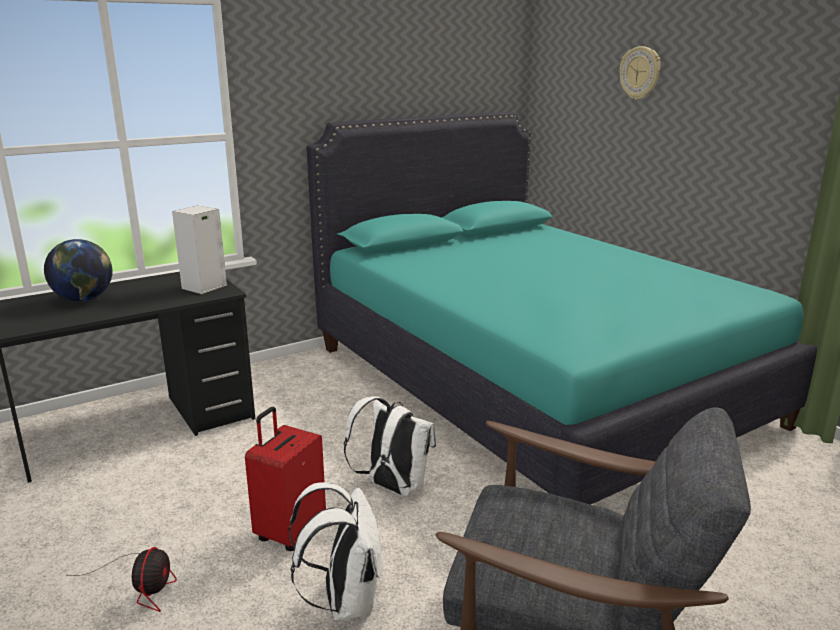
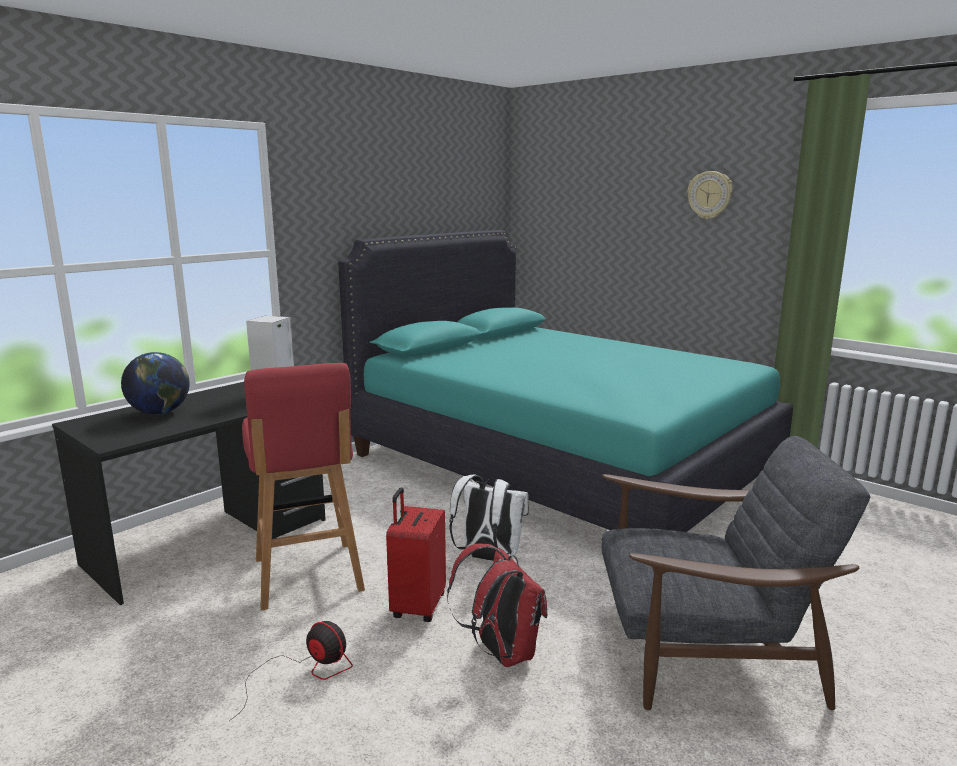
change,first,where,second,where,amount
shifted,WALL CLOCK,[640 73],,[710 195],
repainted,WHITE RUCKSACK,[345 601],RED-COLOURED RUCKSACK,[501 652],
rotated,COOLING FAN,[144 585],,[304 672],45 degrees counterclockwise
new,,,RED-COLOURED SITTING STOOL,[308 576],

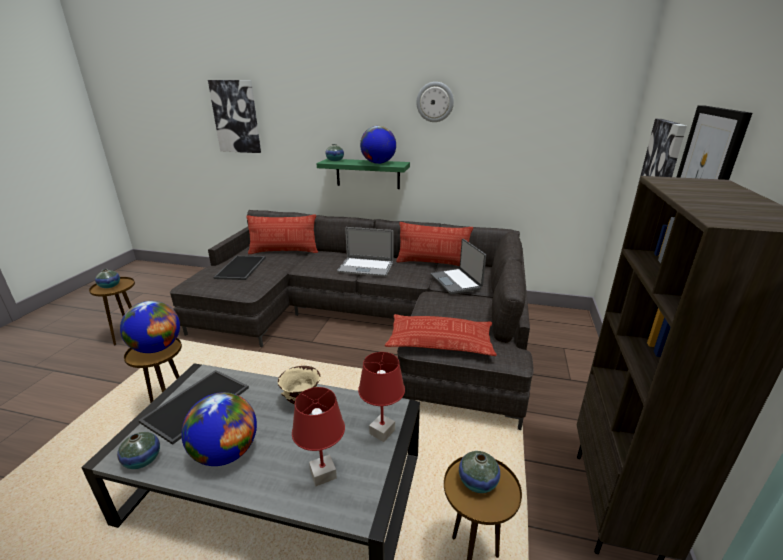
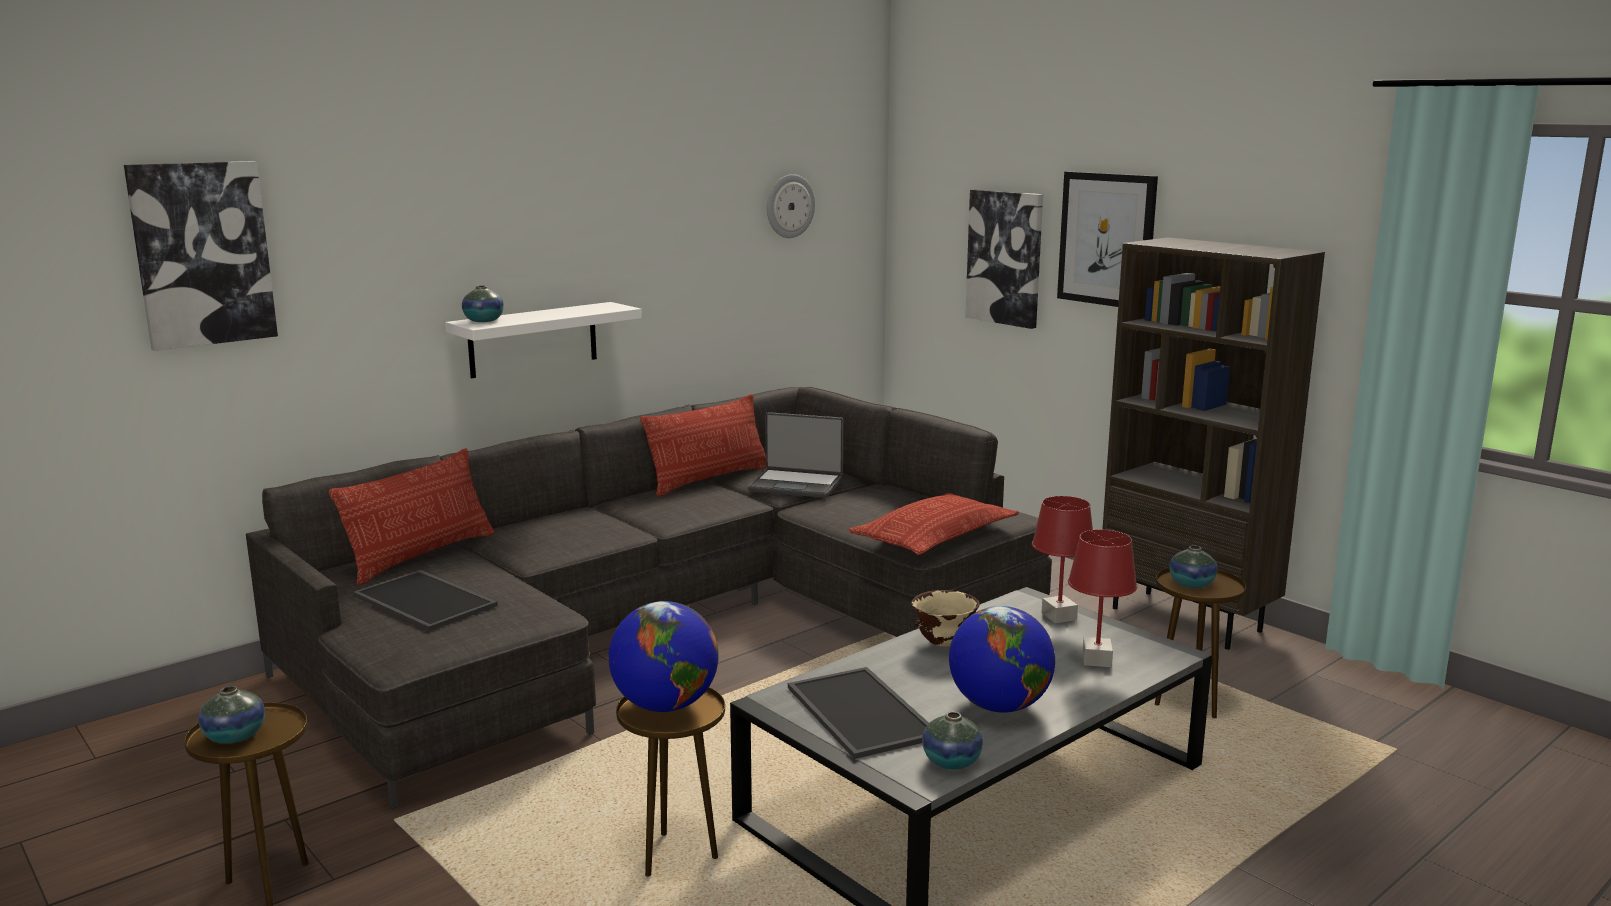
change,first,where,second,where,amount
shifted,WALL CLOCK,[435 102],,[789 206],
gone,DESK GLOBE,[378 163],,,
repainted,GREENISH BRACKET SHELF,[367 173],WHITE BRACKET SHELF,[533 339],
gone,LAPTOP,[365 267],,,

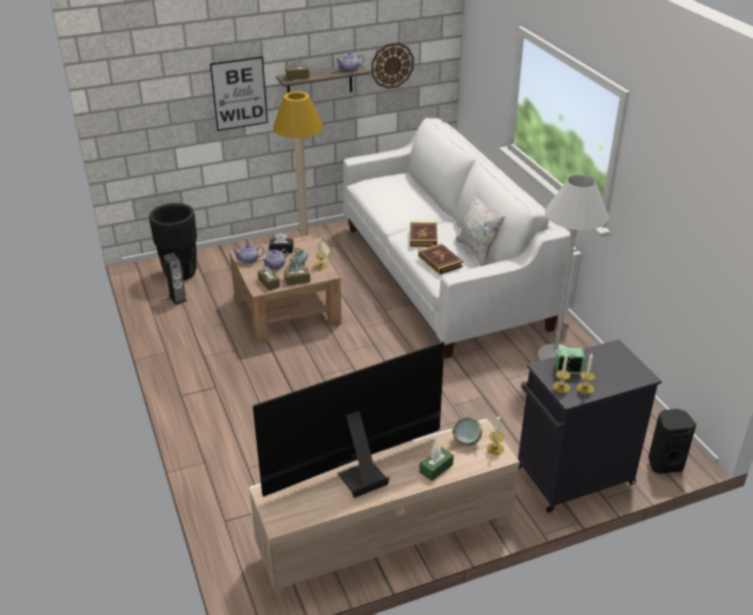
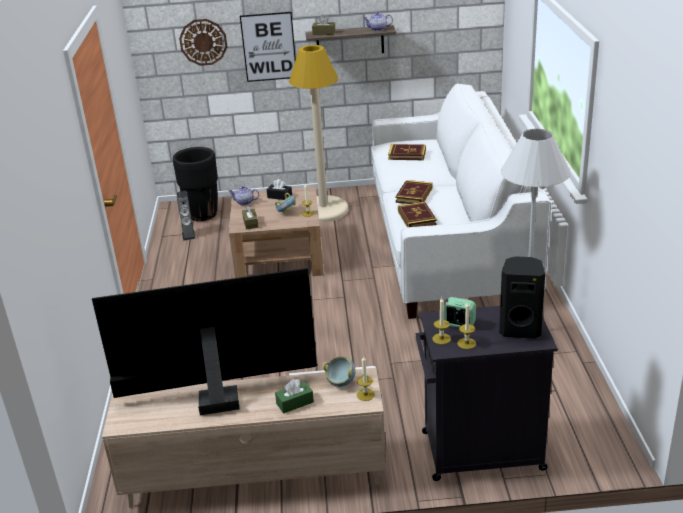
change,first,where,second,where,amount
shifted,WALL CLOCK,[392 65],,[203 42],
gone,WHITE THROW PILLOW,[477 252],,,
gone,TEA POT,[276 266],,,
gone,BROWN-COLOURED TISSUE HOLDER,[297 280],,,
shifted,BLACKISH LOUDSPEAKER,[664 463],,[520 329],
new,,,VOLUME,[407 154],

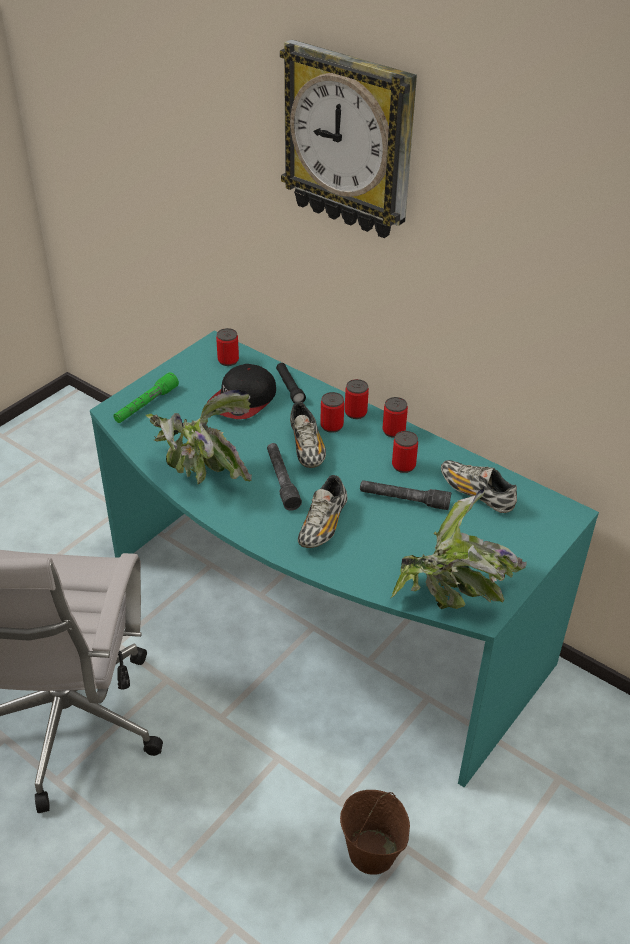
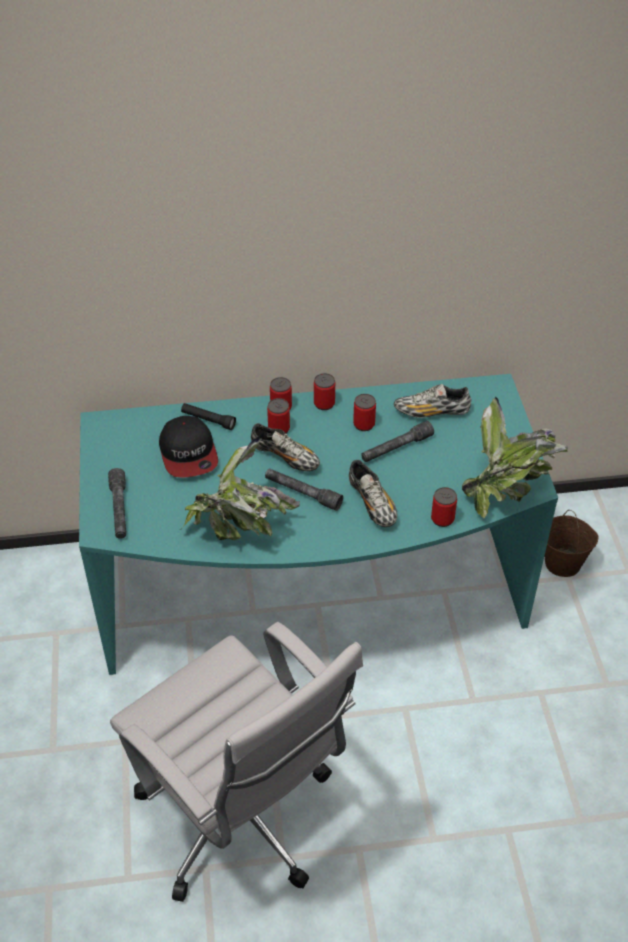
change,first,where,second,where,amount
gone,WALL CLOCK,[349 141],,,
shifted,METAL CAN,[228 360],,[442 519],
repainted,GREENISH TORCH,[146 405],GREY TORCH,[119 509],
shifted,BROWN-COLOURED PAIL,[372 853],,[563 563],

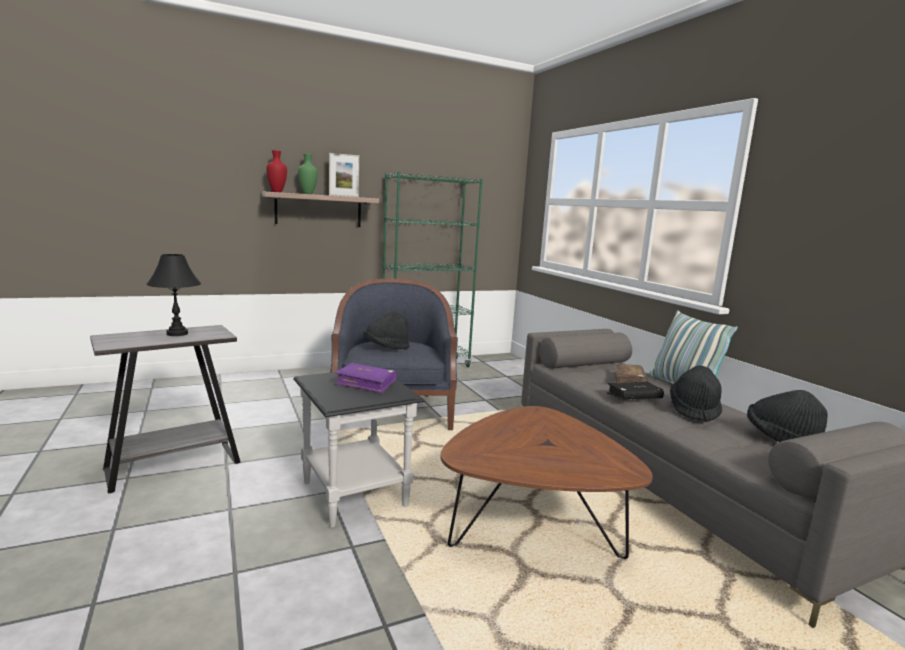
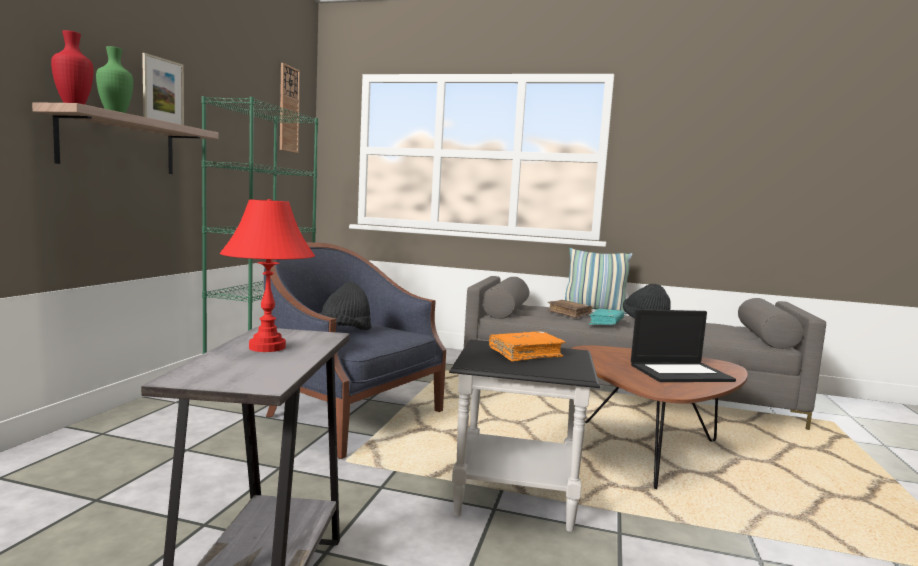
change,first,where,second,where,amount
repainted,BLACKISH TABLE LAMP,[177 333],RED-COLOURED TABLE LAMP,[267 347],
repainted,PURPLE VOLUME,[366 384],ORANGEY VOLUME,[525 354],
repainted,BLACKISH VOLUME,[634 398],BLUE-GREEN VOLUME,[605 323],
gone,BLACKISH CLOTHING HAT,[781 439],,,
new,,,WALL CLOCK,[288 109],
new,,,LAPTOP,[681 372],

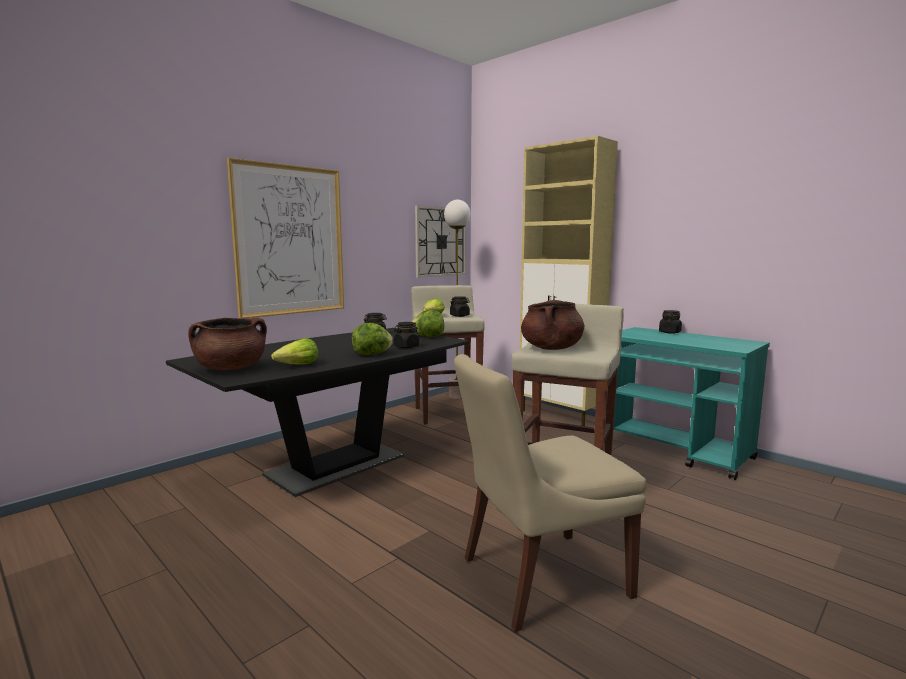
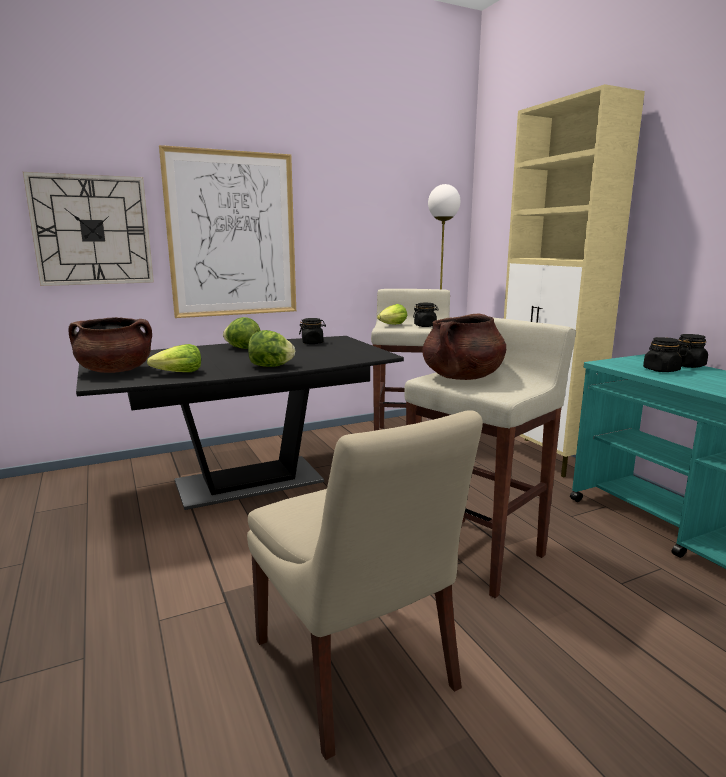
change,first,where,second,where,amount
shifted,WALL CLOCK,[440 242],,[92 230],
shifted,LETTUCE HEAD,[428 337],,[243 348],
shifted,BLACKISH JAR,[406 347],,[661 370],
rotated,BEIGE-COLOURED CHAIR,[539 578],,[357 669],120 degrees counterclockwise

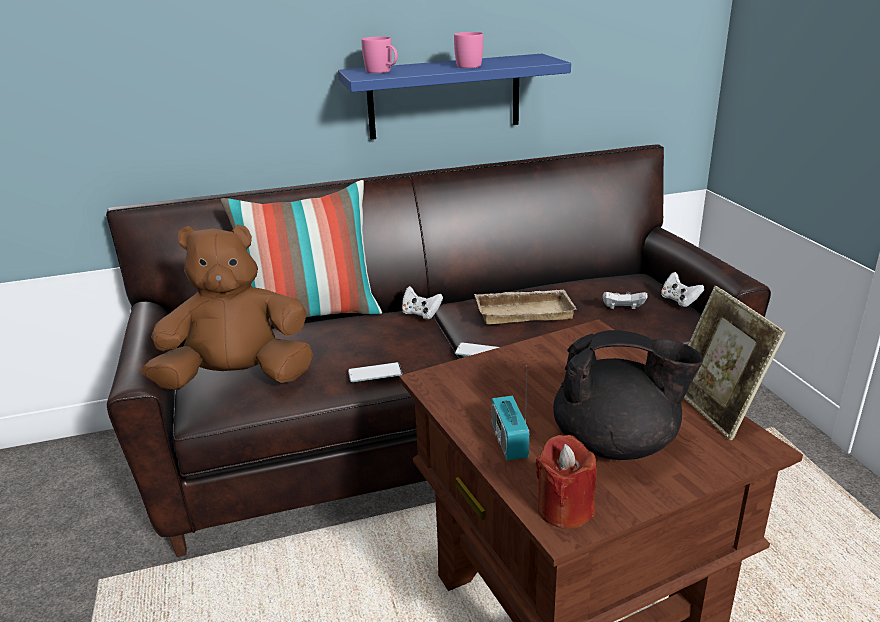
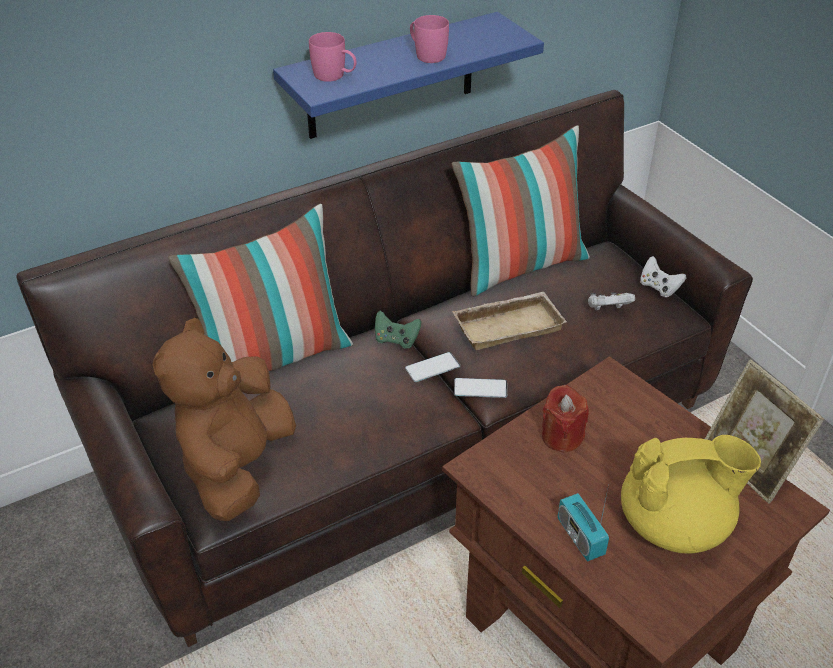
change,first,where,second,where,amount
rotated,BROWN-COLOURED CUDDLY TOY,[238 379],,[237 466],45 degrees counterclockwise
repainted,WHITE GAMEPAD,[421 314],GREENISH GAMEPAD,[396 340],
repainted,BLACKISH TEA POT,[616 444],YELLOW-COLOURED TEA POT,[675 524],
shifted,HANDSET,[375 373],,[432 367],
shifted,RED-COLOURED WAX CANDLE,[564 509],,[561 437],
new,,,THROW PILLOW,[520 266],

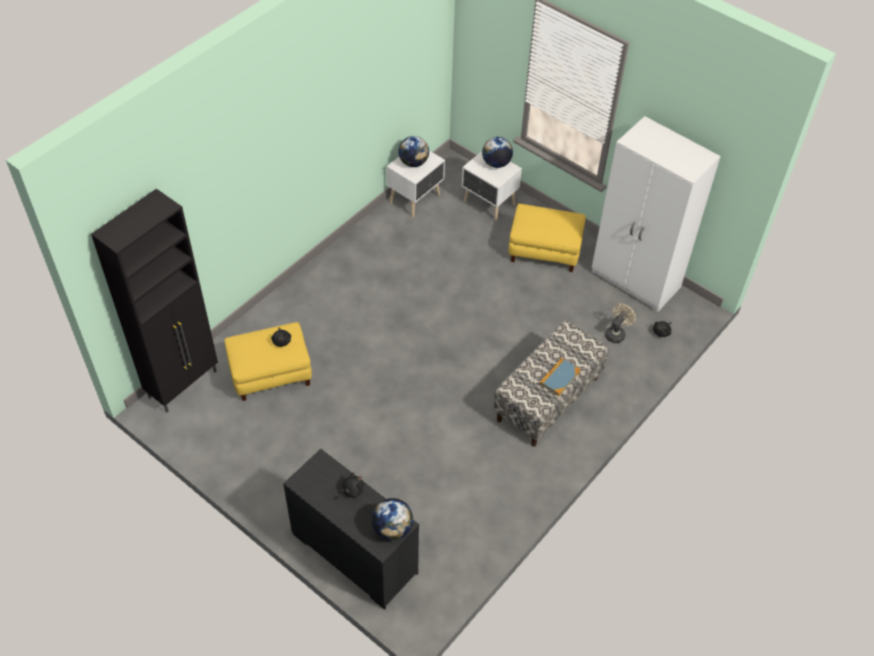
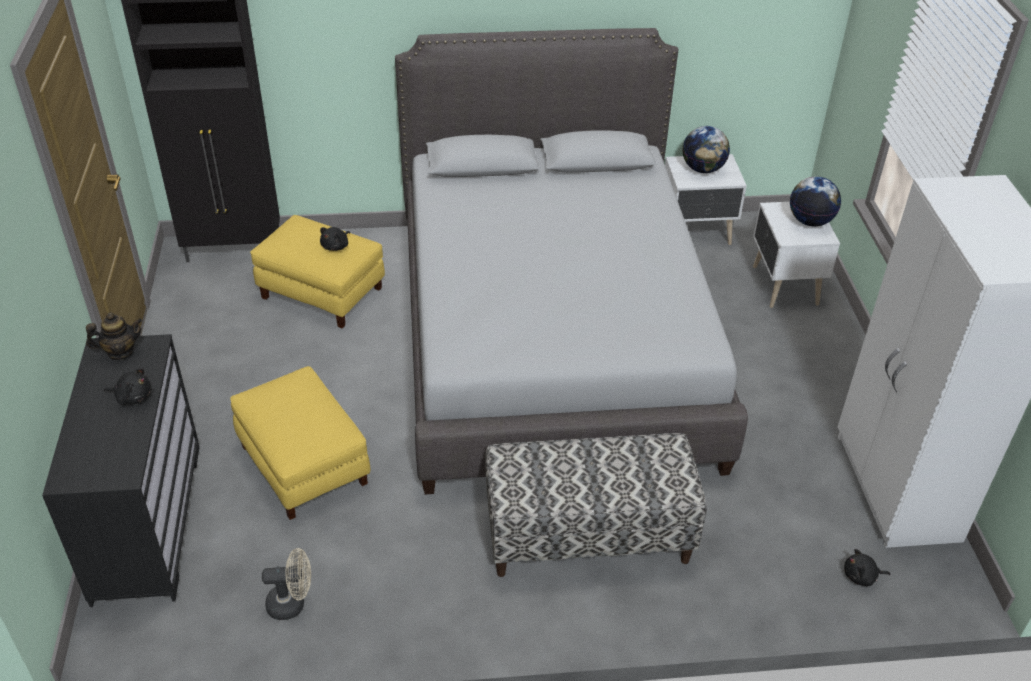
change,first,where,second,where,amount
shifted,YELLOW-COLOURED POUFFE,[545 249],,[305 464],
shifted,BEIGE-COLOURED COOLING FAN,[617 333],,[292 604],
gone,VOLUME,[559 378],,,
gone,DESK GLOBE,[392 529],,,
new,,,GREY BEDROOM BED,[552 339],
new,,,TEA POT,[120 352],

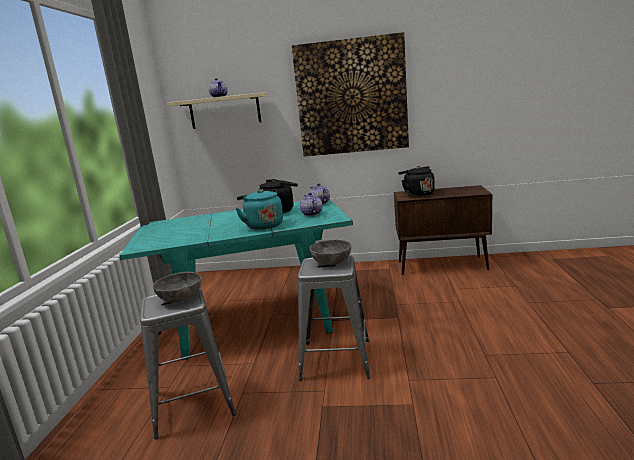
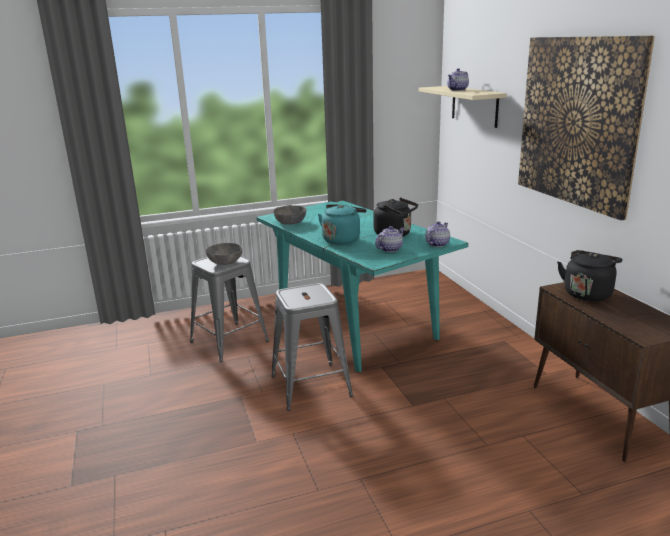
change,first,where,second,where,amount
shifted,GREY BOWL,[331 262],,[290 222],

